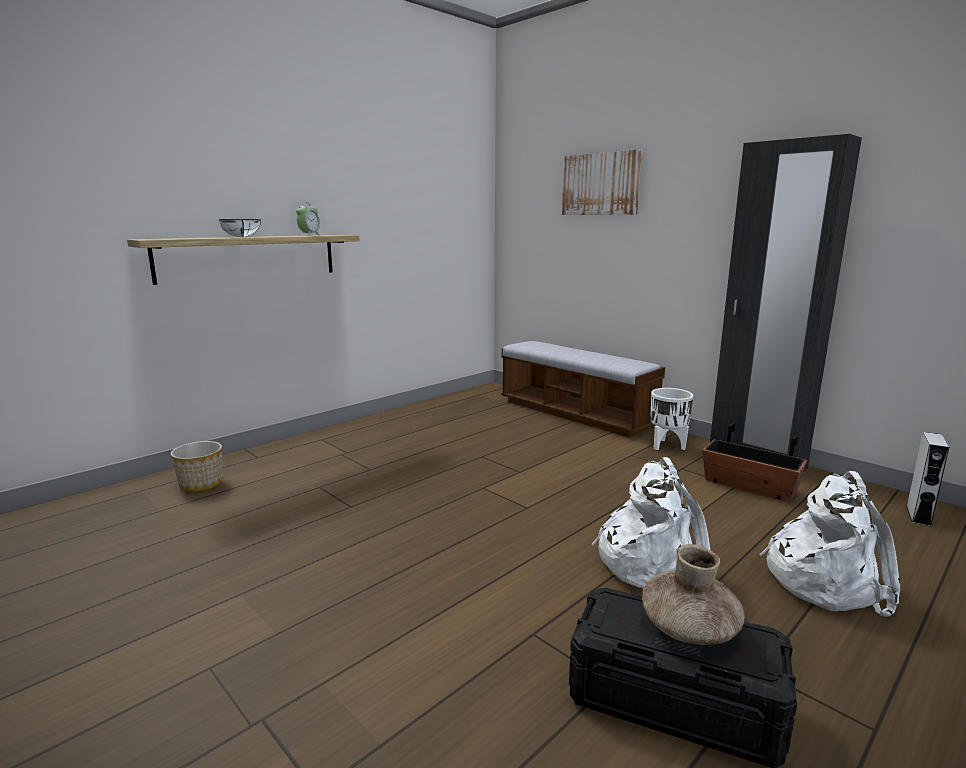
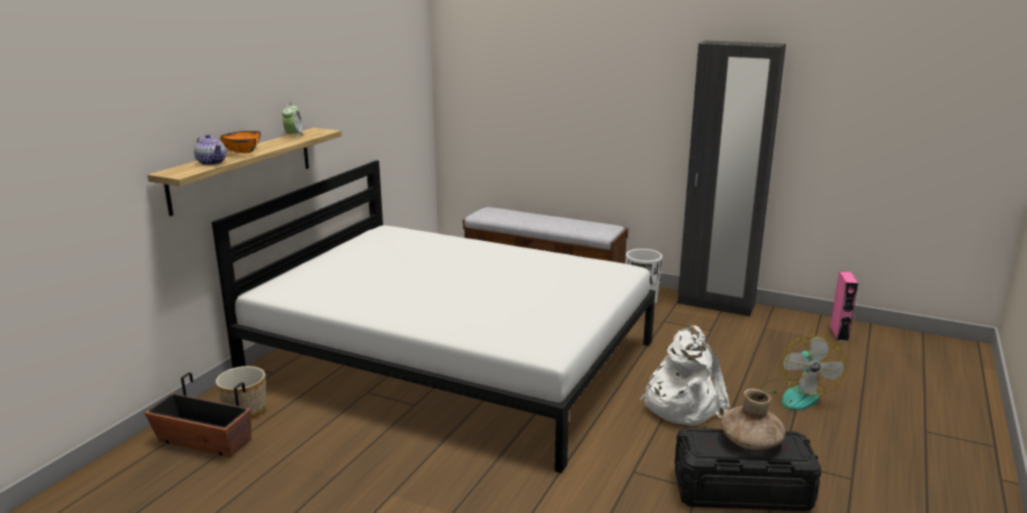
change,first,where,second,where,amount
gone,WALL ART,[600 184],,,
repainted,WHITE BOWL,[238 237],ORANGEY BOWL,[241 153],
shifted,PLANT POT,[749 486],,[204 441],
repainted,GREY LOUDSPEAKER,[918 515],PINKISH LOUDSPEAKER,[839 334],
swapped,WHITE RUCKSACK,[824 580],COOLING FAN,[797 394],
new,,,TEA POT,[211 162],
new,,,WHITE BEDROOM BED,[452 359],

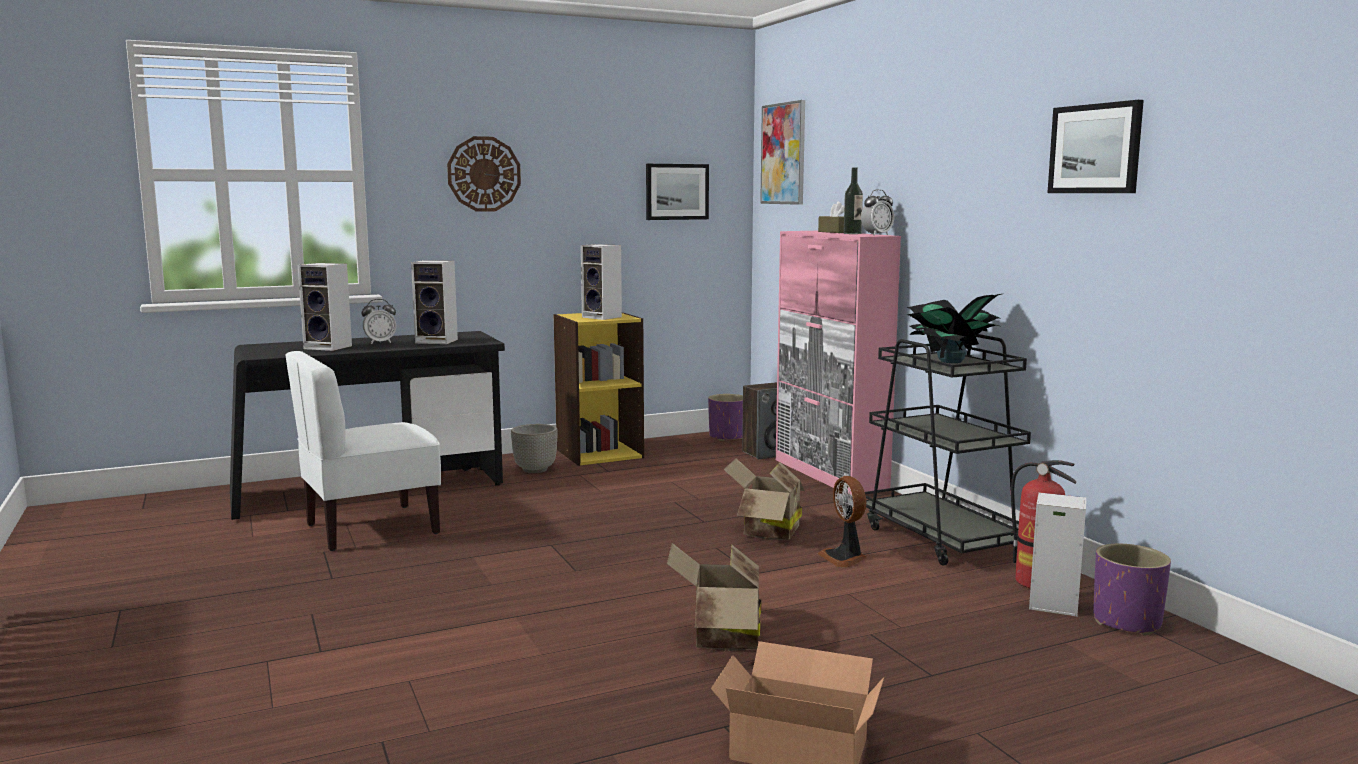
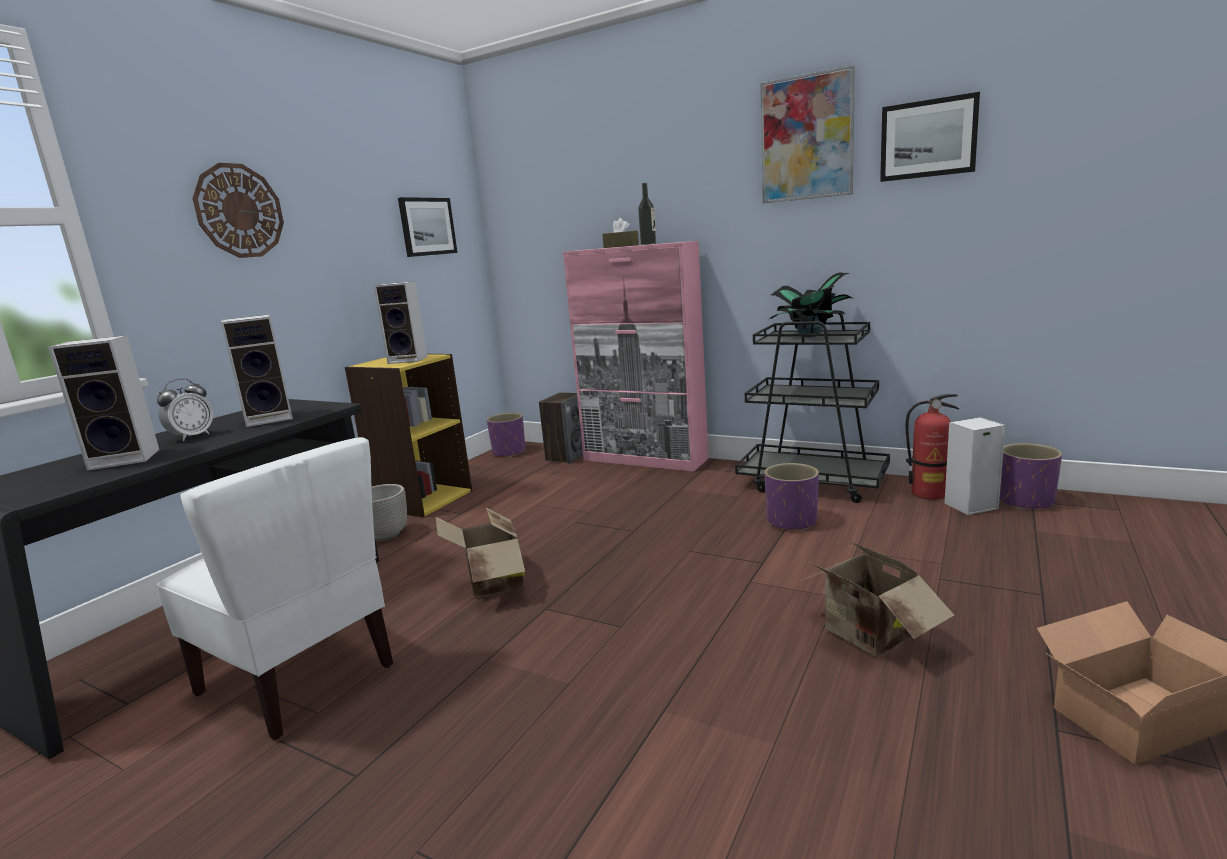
change,first,where,second,where,amount
shifted,WALL ART,[783 154],,[806 138],
gone,ALARM CLOCK,[877 235],,,
rotated,WHITE CHAIR,[371 528],,[300 678],75 degrees counterclockwise
shifted,CARTON,[766 532],,[491 584],
swapped,COOLING FAN,[844 558],PURPLE PLANT POT,[792 522],

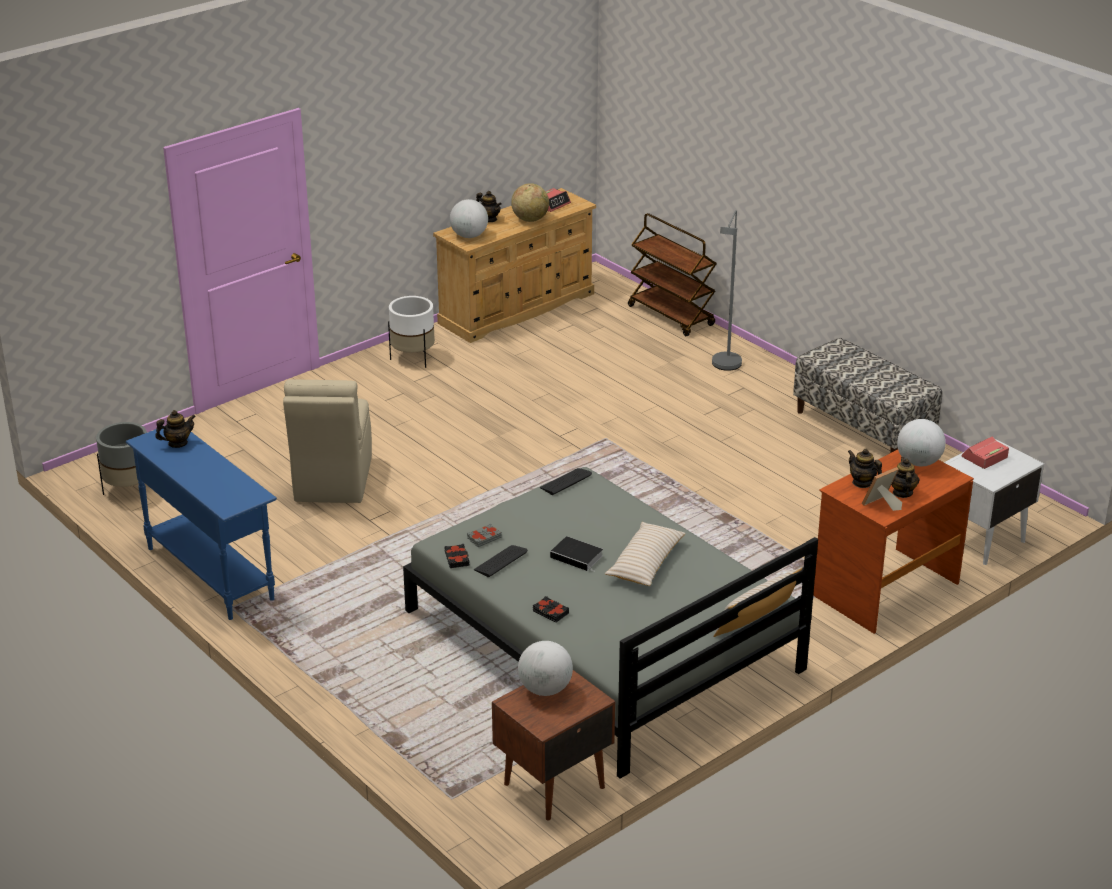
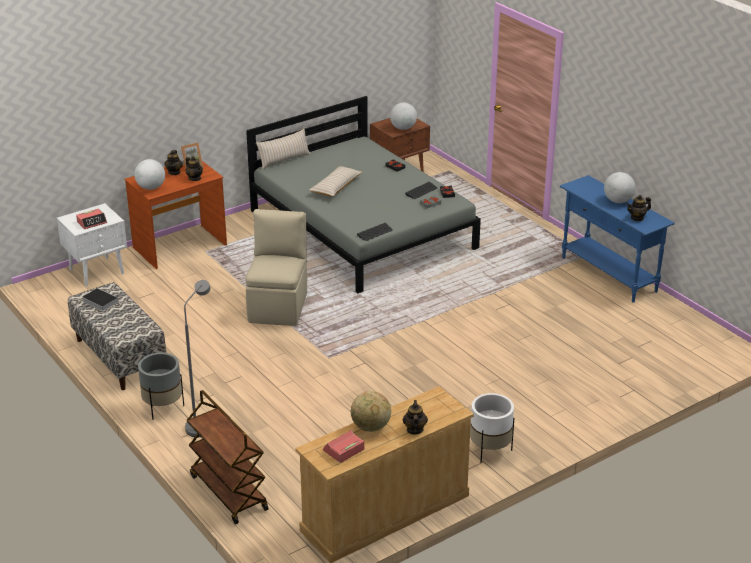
change,first,where,second,where,amount
rotated,TEA POT,[489 219],,[414 430],45 degrees clockwise
shifted,DESK GLOBE,[469 236],,[618 201],
shifted,BEIGE-COLOURED CHAIR,[332 481],,[278 306],
shifted,GREY PLANT POT,[129 491],,[163 407],
shifted,VOLUME,[578 557],,[99 301],

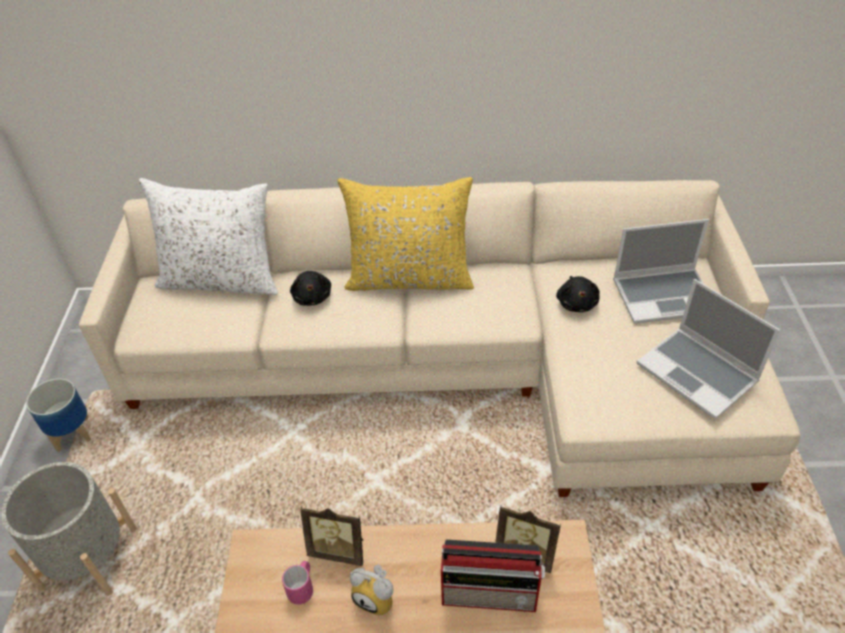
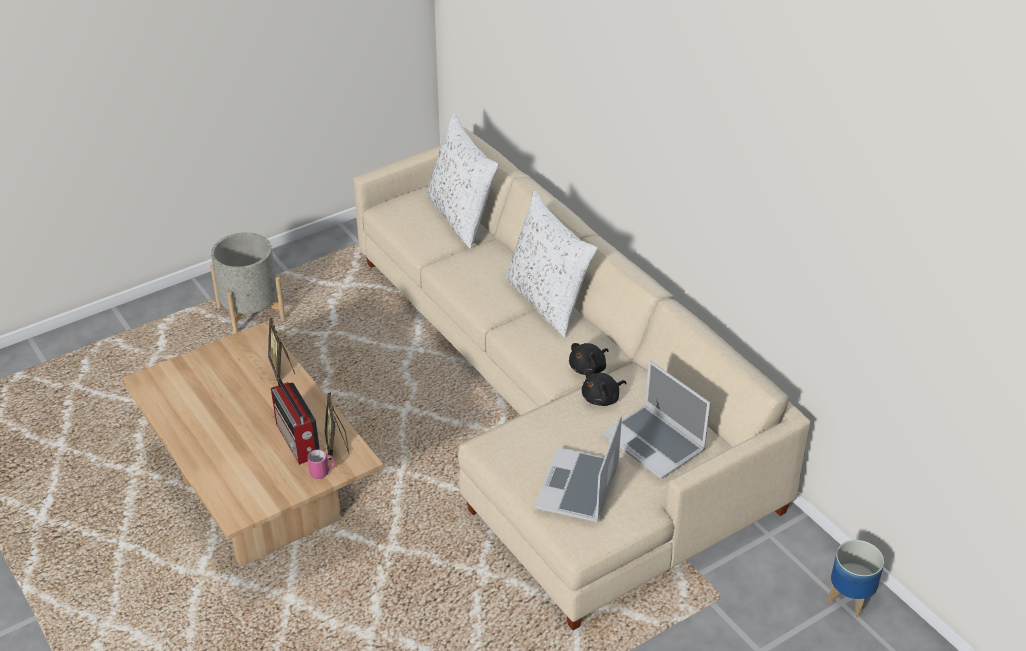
change,first,where,second,where,amount
repainted,YELLOW-COLOURED THROW PILLOW,[409 278],WHITE THROW PILLOW,[547 302],
shifted,BLACKISH CUDDLY TOY,[312 297],,[589 368],
shifted,PLANT POT,[73 434],,[850 598],
shifted,PINKISH MUG,[302 588],,[322 472],
gone,ALARM CLOCK,[377 598],,,

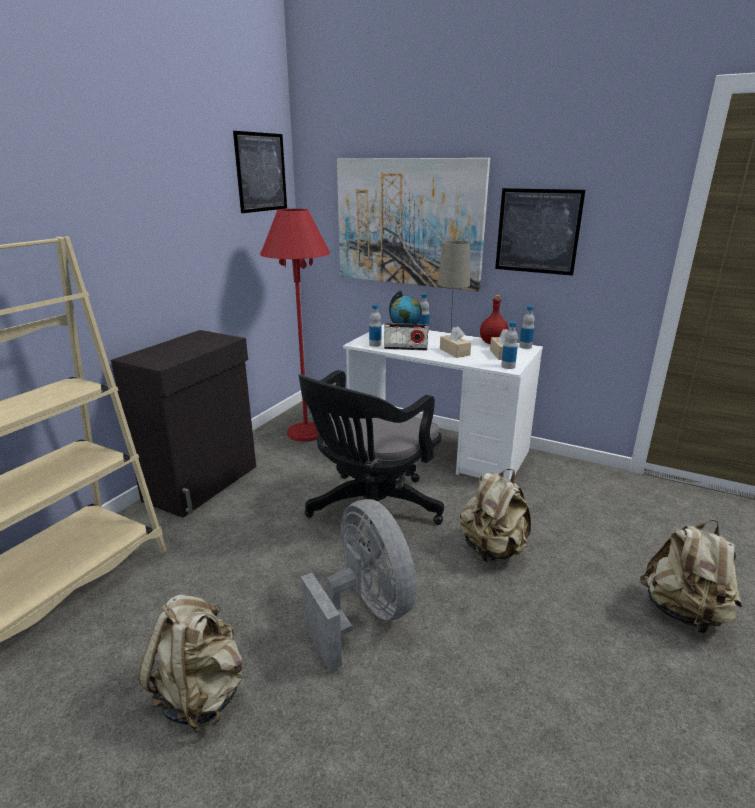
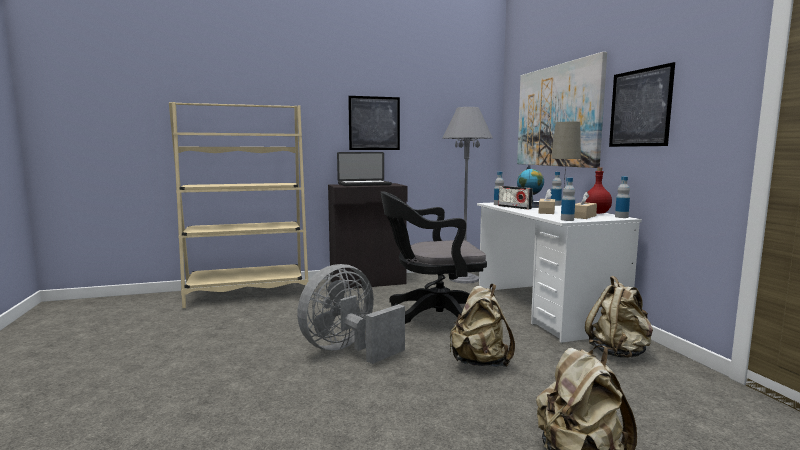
change,first,where,second,where,amount
shifted,WALL ART,[261 172],,[374 123],
repainted,RED-COLOURED STANDARD LAMP,[306 432],GREY STANDARD LAMP,[464 279],
rotated,GREY COOLING FAN,[364 612],,[348 350],150 degrees counterclockwise
shifted,BEIGE-COLOURED RUCKSACK,[201 693],,[618 352],
new,,,LAPTOP,[364 184],

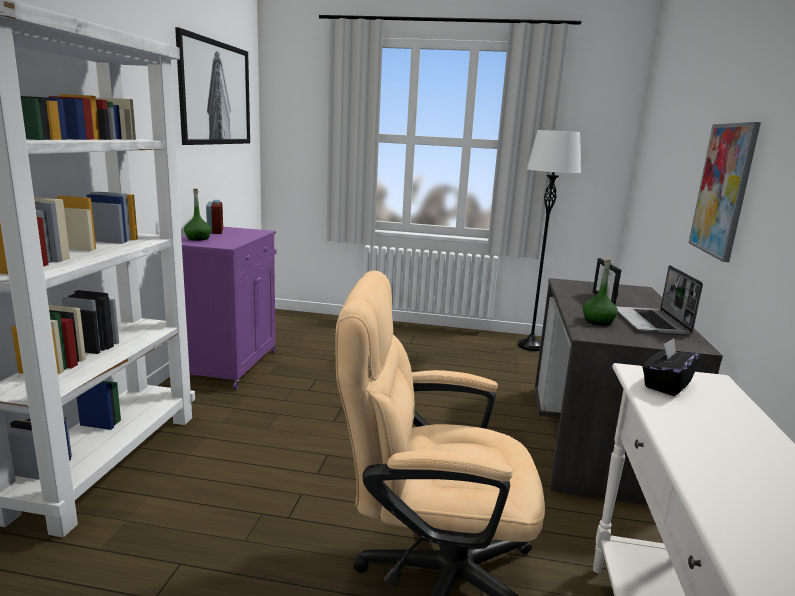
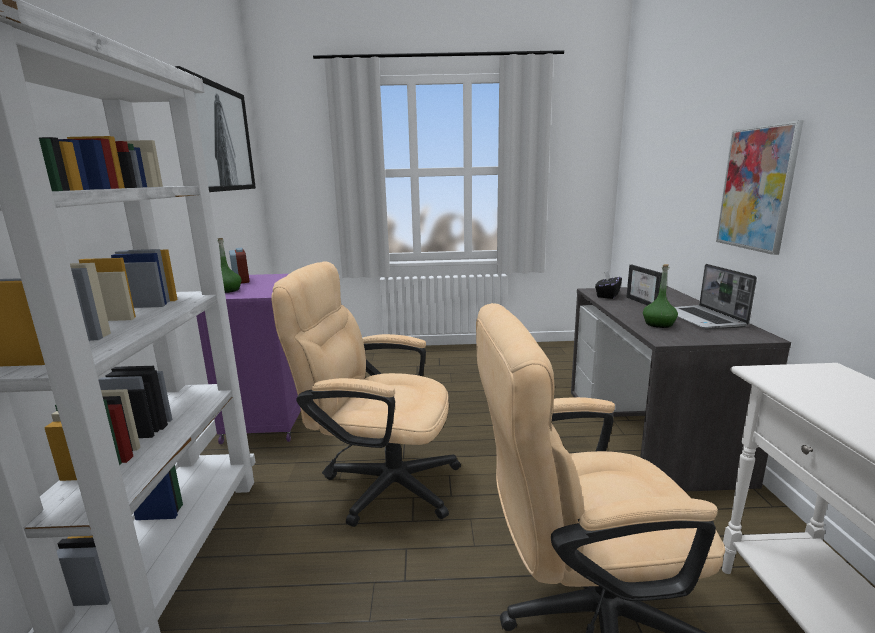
change,first,where,second,where,amount
gone,WHITE STANDARD LAMP,[531 346],,,
shifted,BLACKISH TISSUE HOLDER,[666 385],,[607 295],
new,,,BEIGE-COLOURED COMPUTER CHAIR,[380 482],

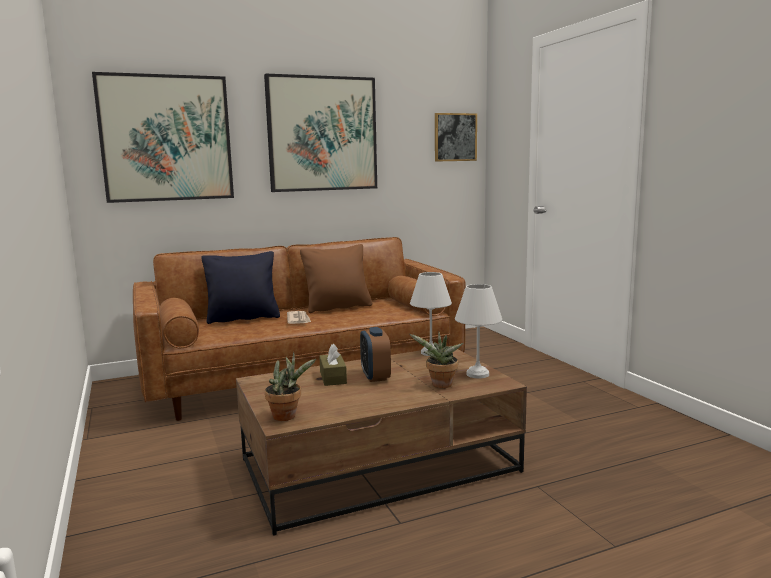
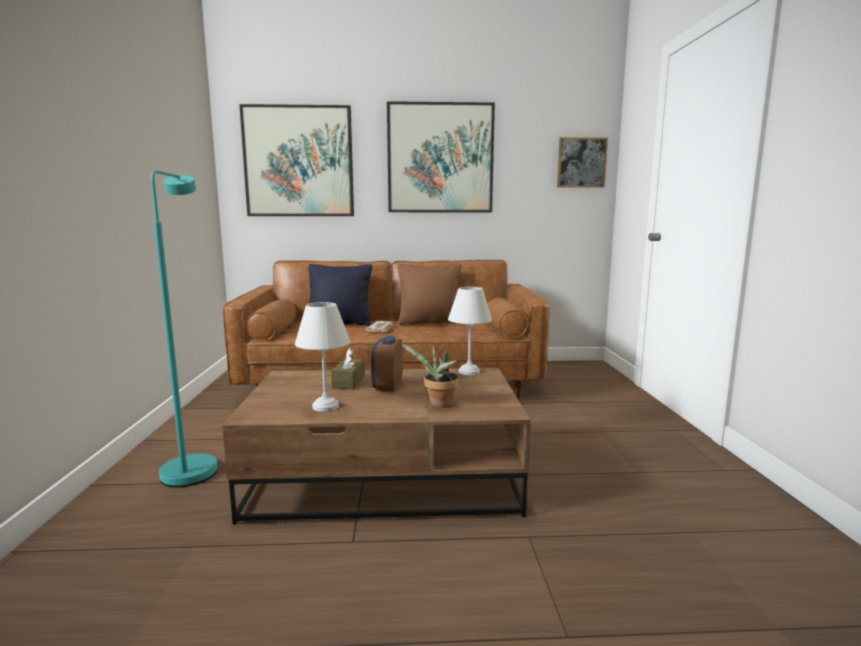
change,first,where,second,where,amount
shifted,WHITE TABLE LAMP,[476 374],,[324 406],
gone,POTTED PLANT,[288 416],,,
new,,,BLUE-GREEN STANDARD LAMP,[193 466],

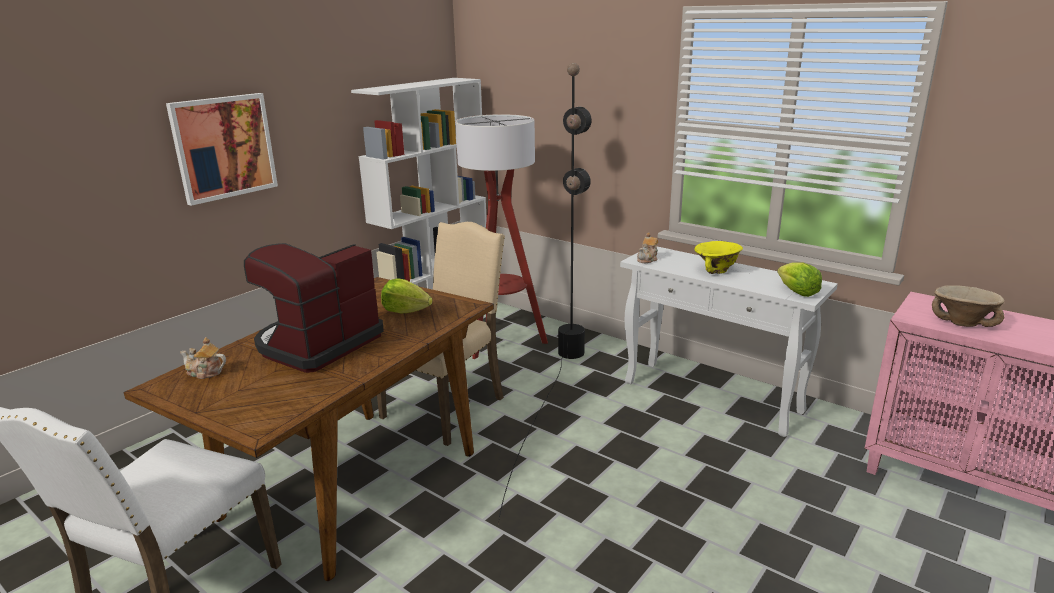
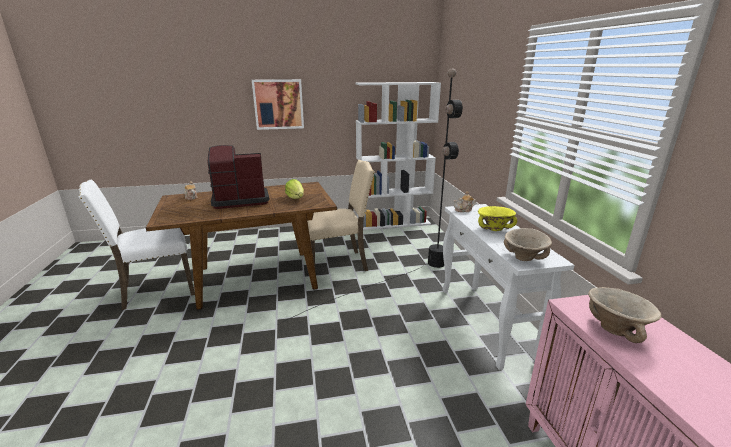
change,first,where,second,where,amount
gone,STANDARD LAMP,[502 341],,,
swapped,LETTUCE HEAD,[797 292],BEIGE-COLOURED BOWL,[524 258],

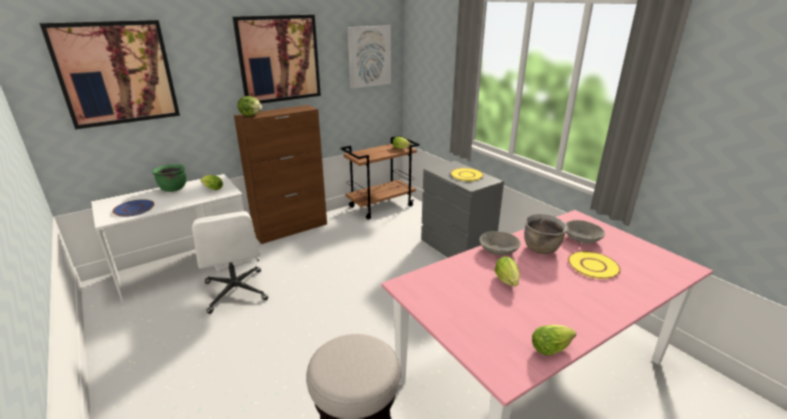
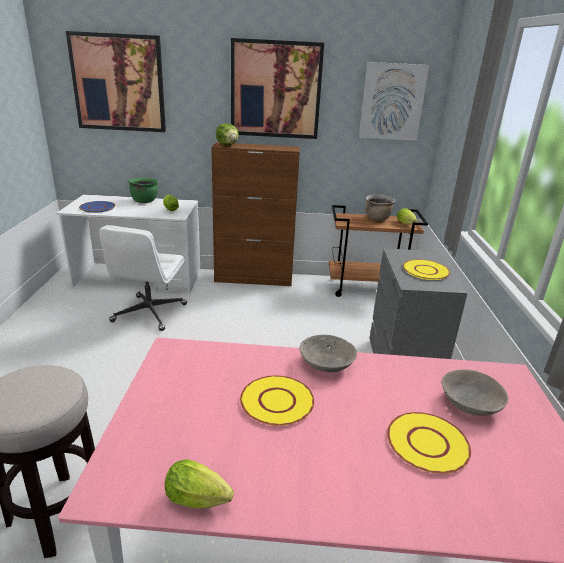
change,first,where,second,where,amount
shifted,BROWN-COLOURED COOKING POT,[541 249],,[377 219],
swapped,LETTUCE HEAD,[507 282],YELLOW-COLOURED PLATE,[277 401],

